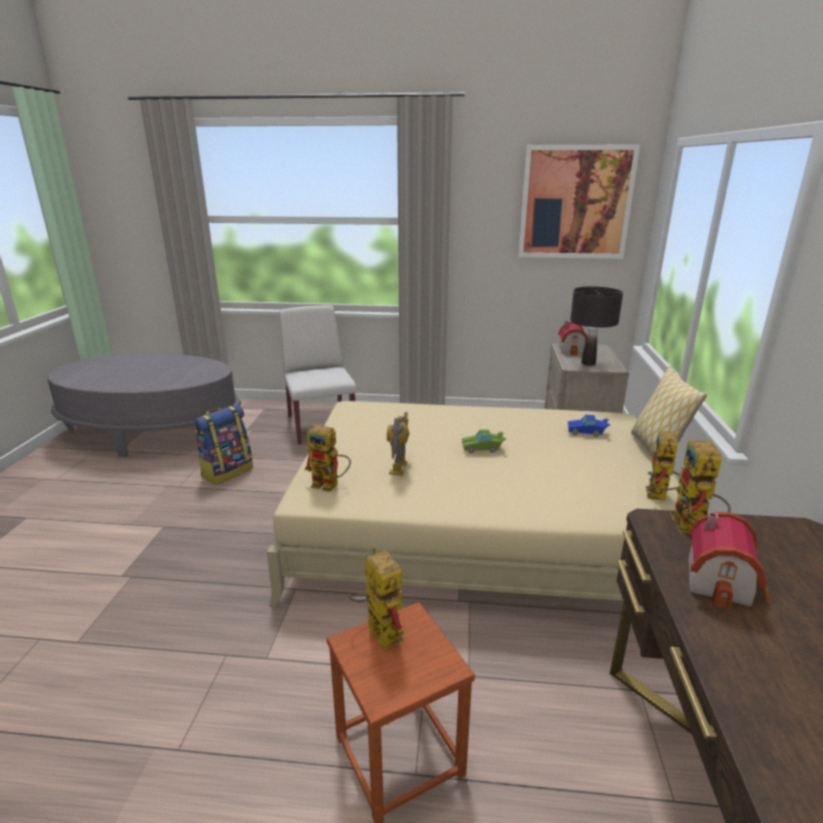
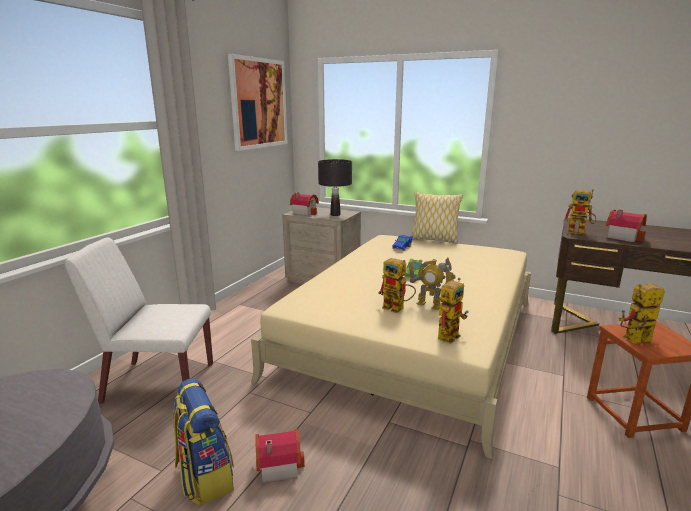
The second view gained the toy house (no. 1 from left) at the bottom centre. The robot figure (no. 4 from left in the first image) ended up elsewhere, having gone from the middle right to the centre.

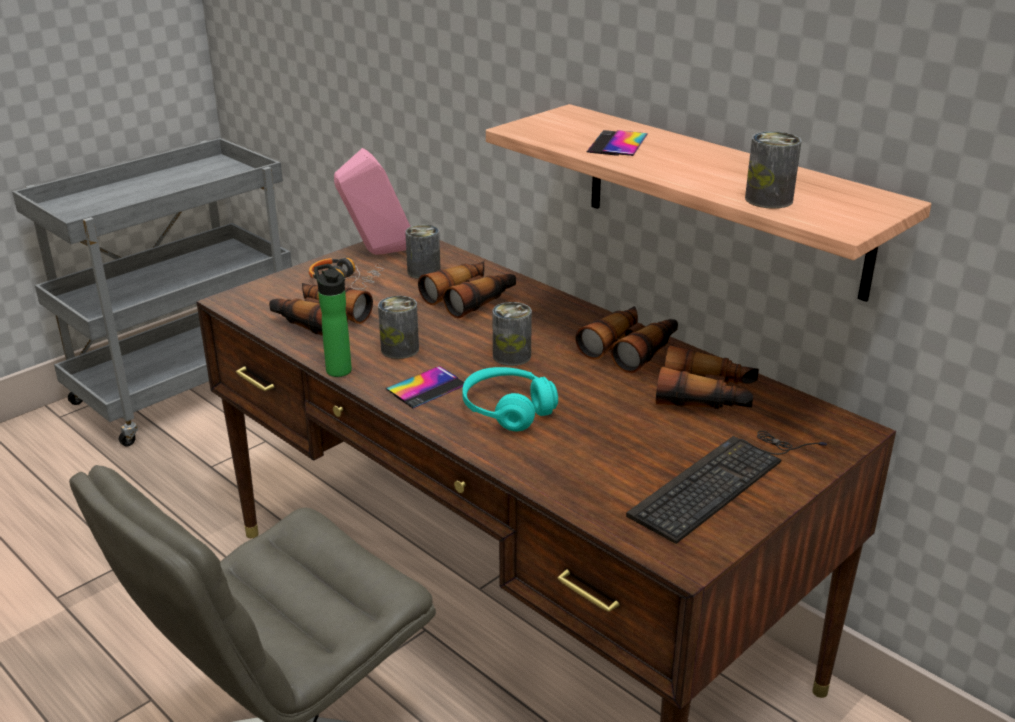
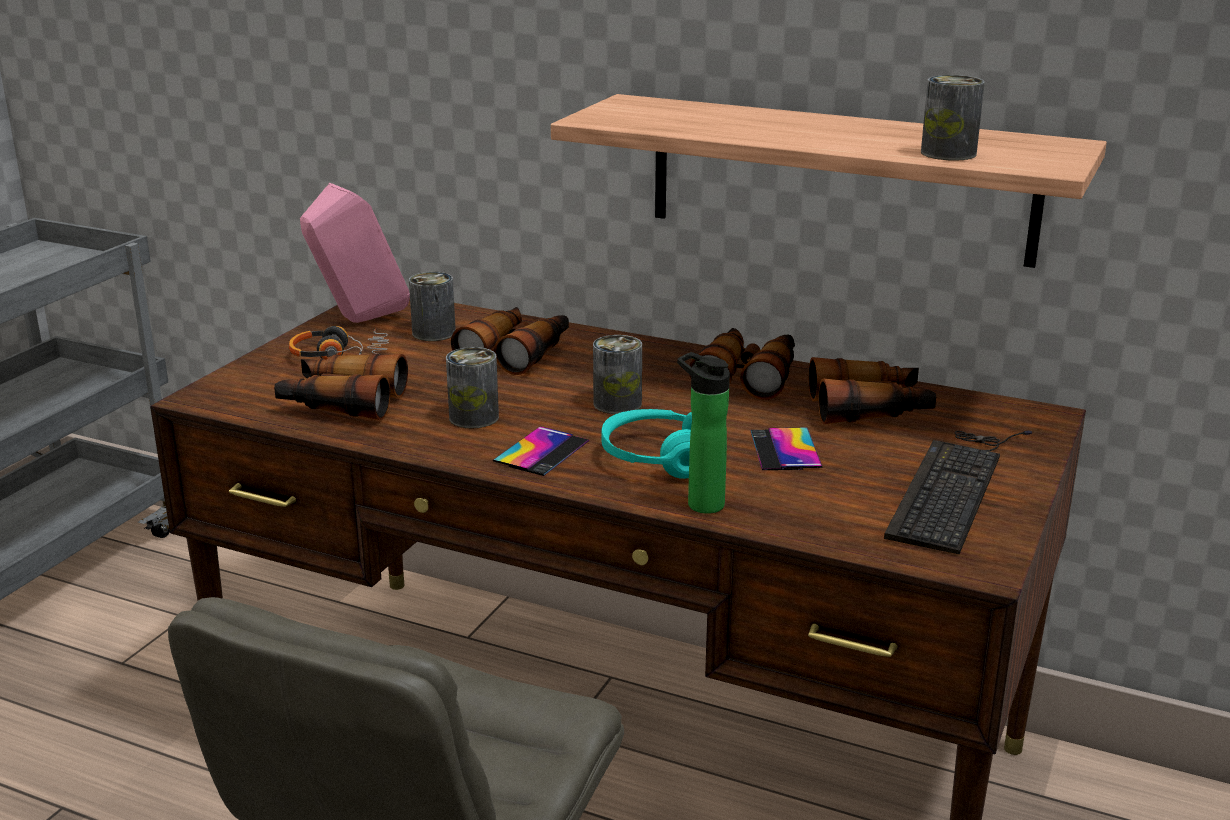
The bottle ended up elsewhere, having gone from the middle left to the centre. The telephone (no. 2 from left) ended up elsewhere, having gone from the top centre to the centre.

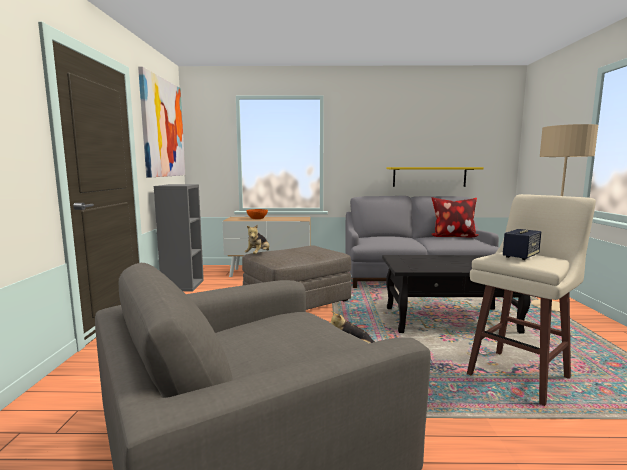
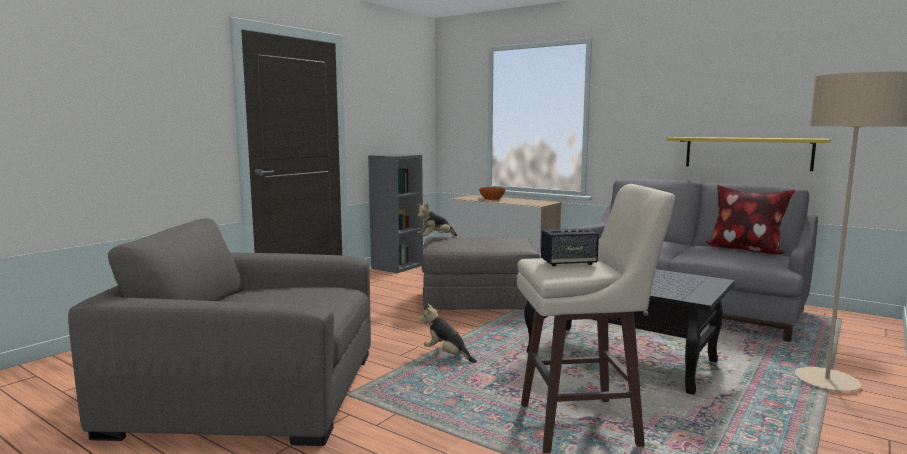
The second view lost the picture at the top left.

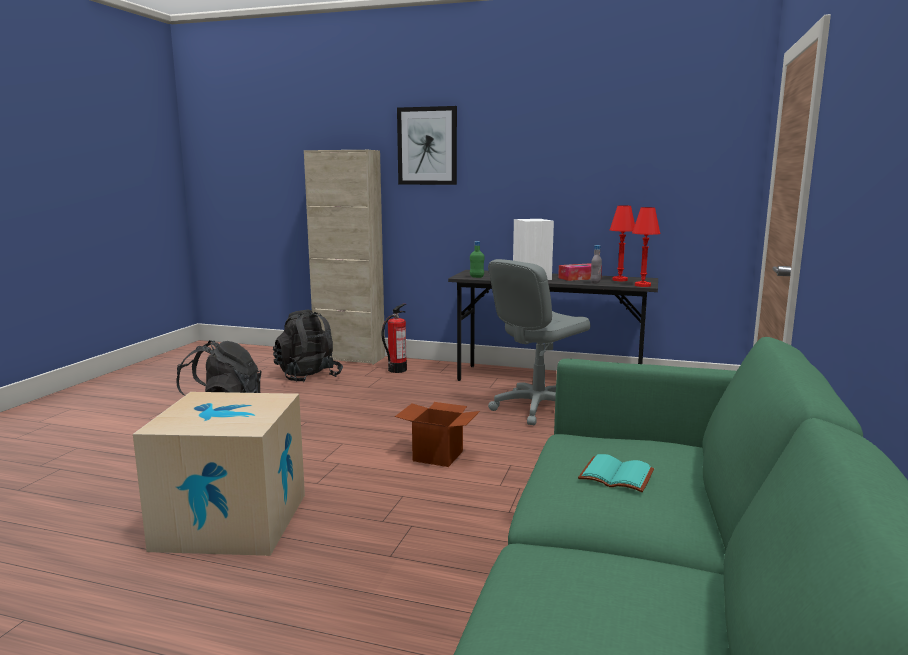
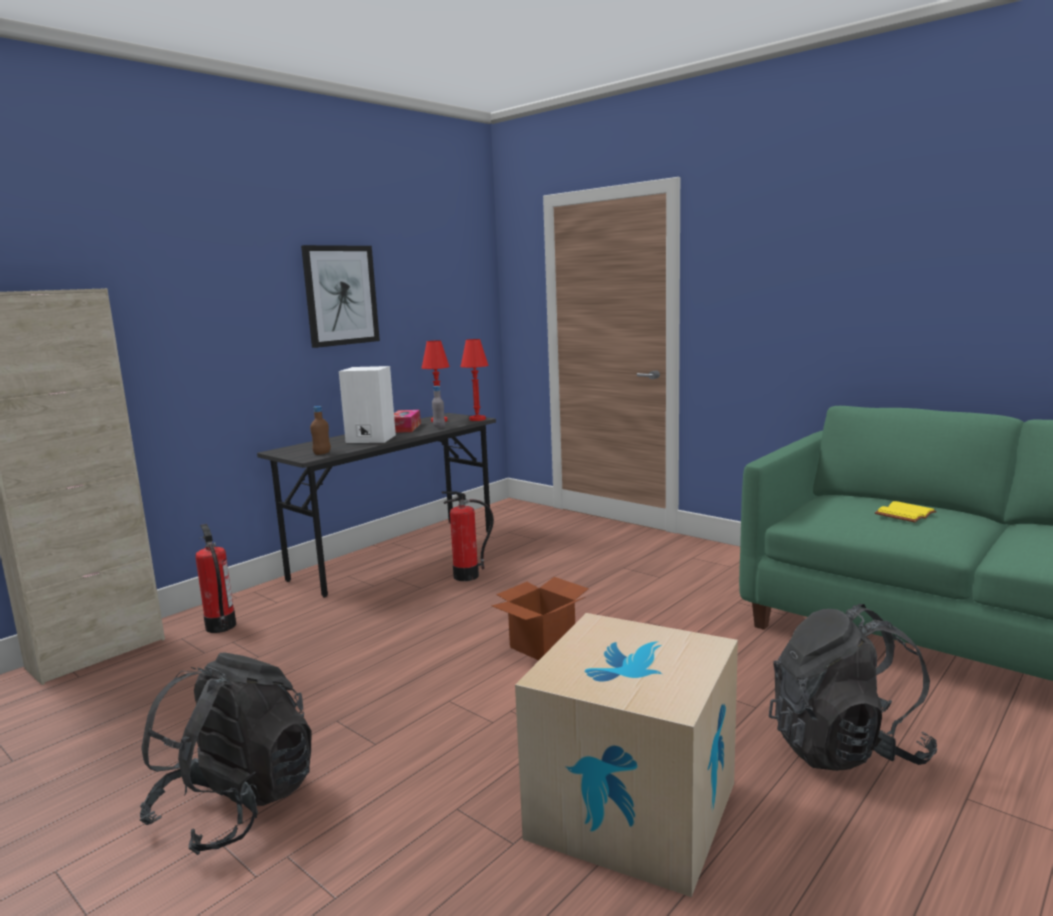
The knapsack (black) (no. 2 from left) ended up elsewhere, having gone from the centre to the bottom right. The picture ended up elsewhere, having gone from the top centre to the top left. Where the desk chair (greyish) stood at the centre, the extinguisher (no. 2 from left) came to stand at the centre. What was the bottle (greenish) at the centre turned into the bottle (brownish) at the middle left. What was the volume (blue-green) at the bottom right turned into the volume (yellow-coloured) at the middle right.

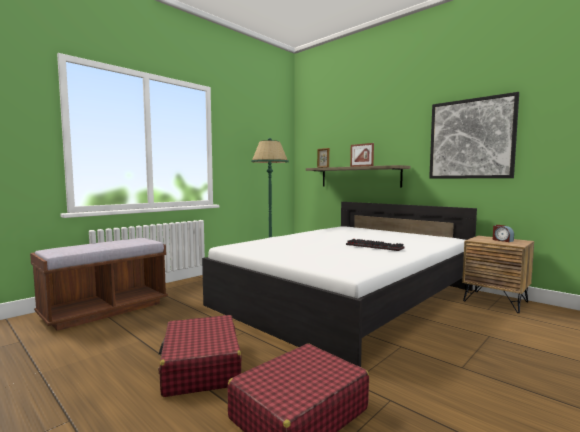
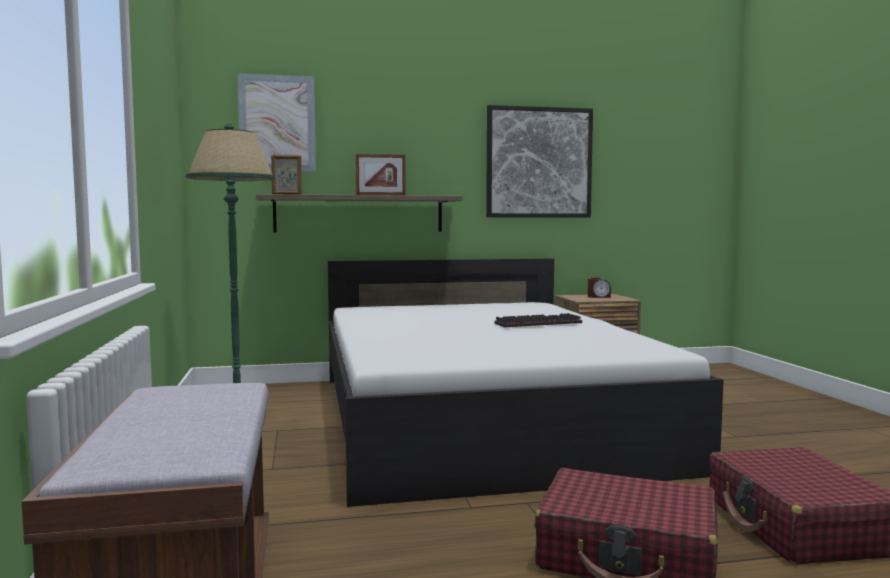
The second view gained the picture (no. 1 from left) at the top left.

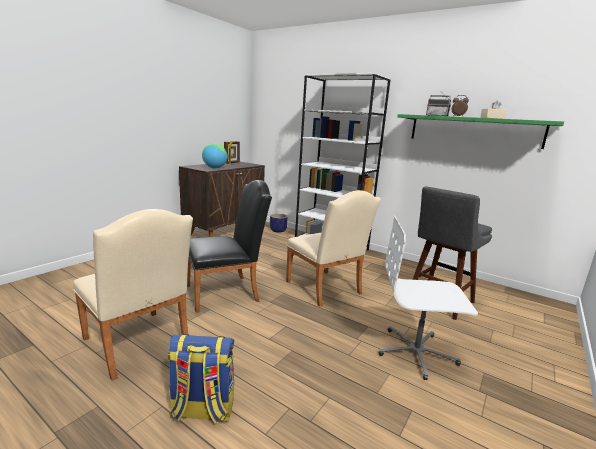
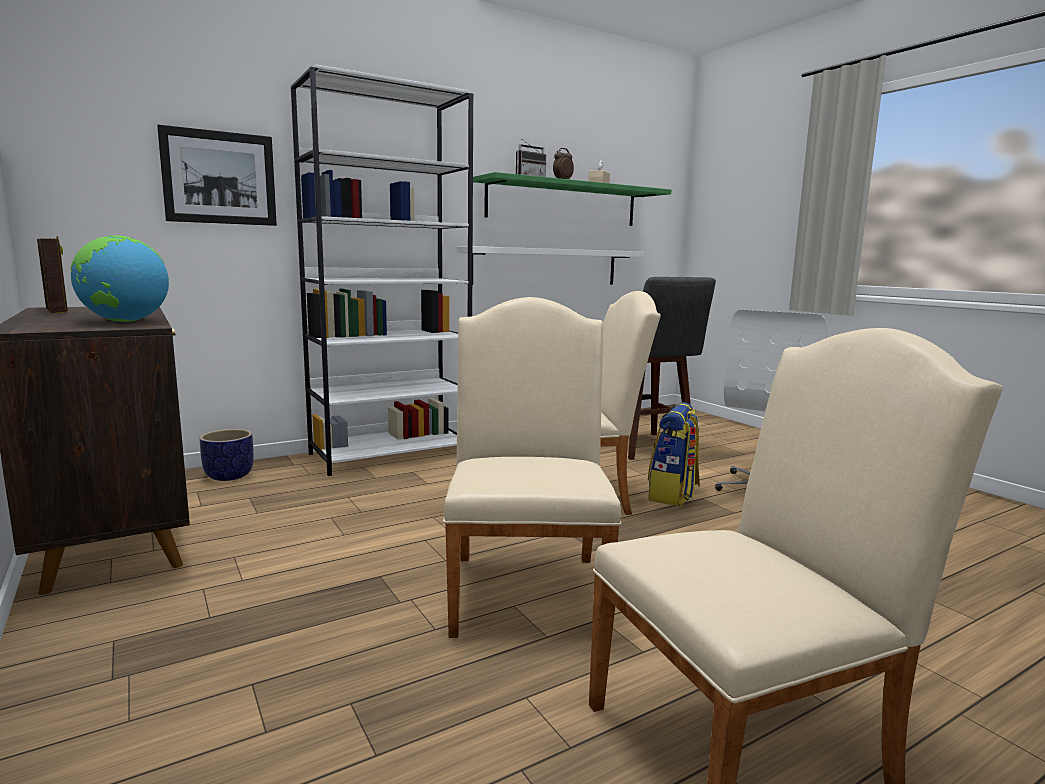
The second view gained the picture at the top left. The second view gained the bracket shelf (white) at the centre. The knapsack ended up elsewhere, having gone from the bottom centre to the centre. What was the chair (black) at the centre turned into the chair (beige) (no. 1 from left) at the centre.

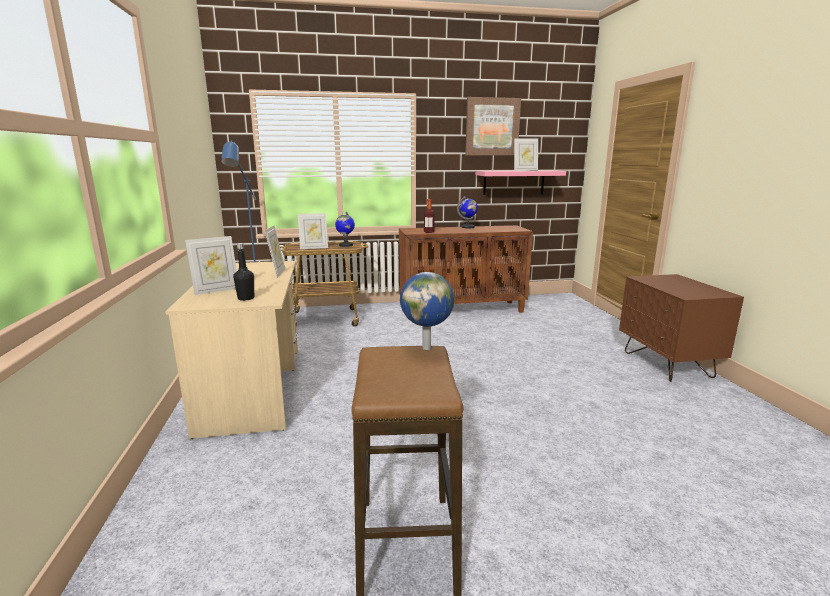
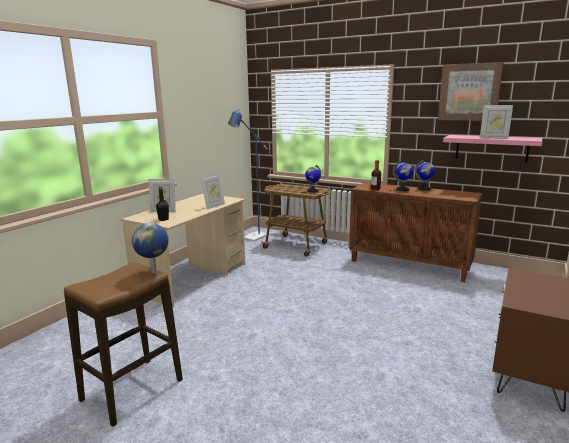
The second view lost the picture frame (no. 3 from left) at the centre. The second view gained the globe (no. 3 from left) at the middle right.

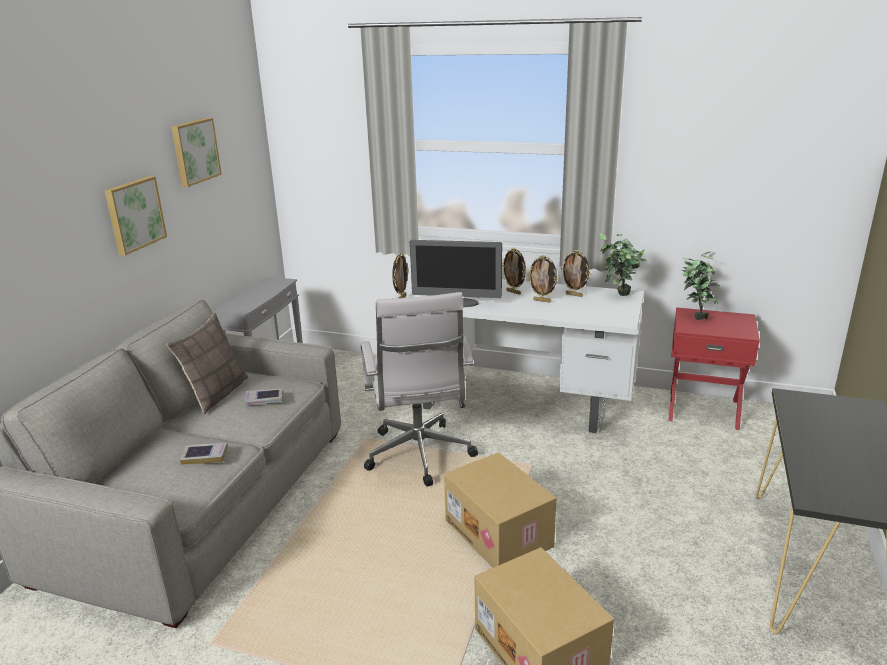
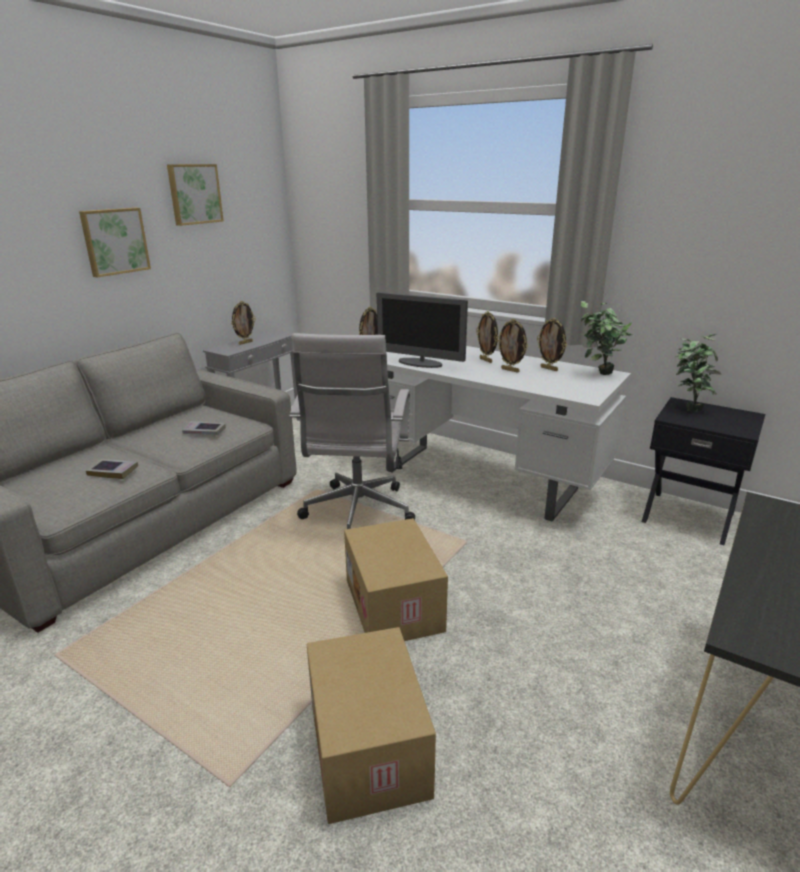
The second view lost the throw pillow at the middle left. The second view gained the picture frame (no. 1 from left) at the middle left. What was the bedside table (reddish) at the middle right turned into the bedside table (black) at the middle right.

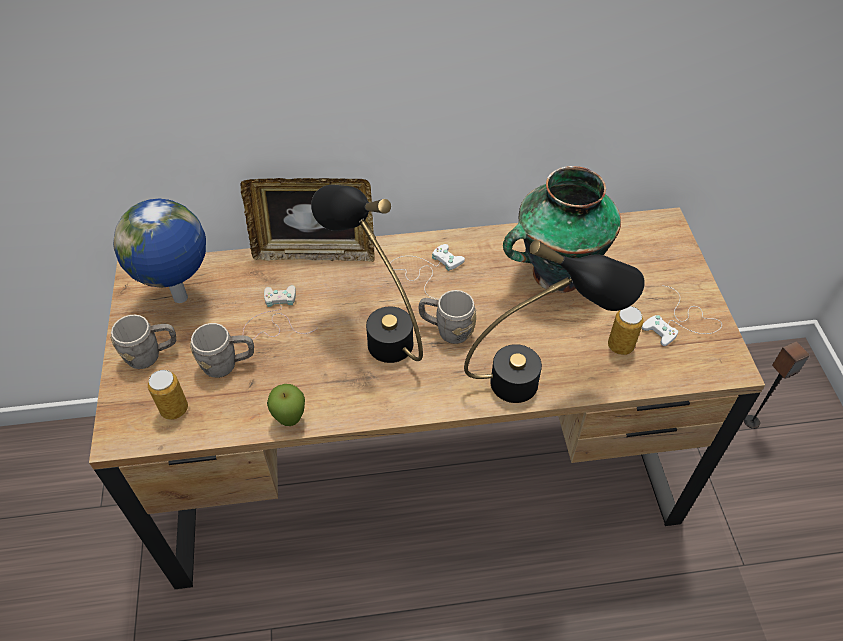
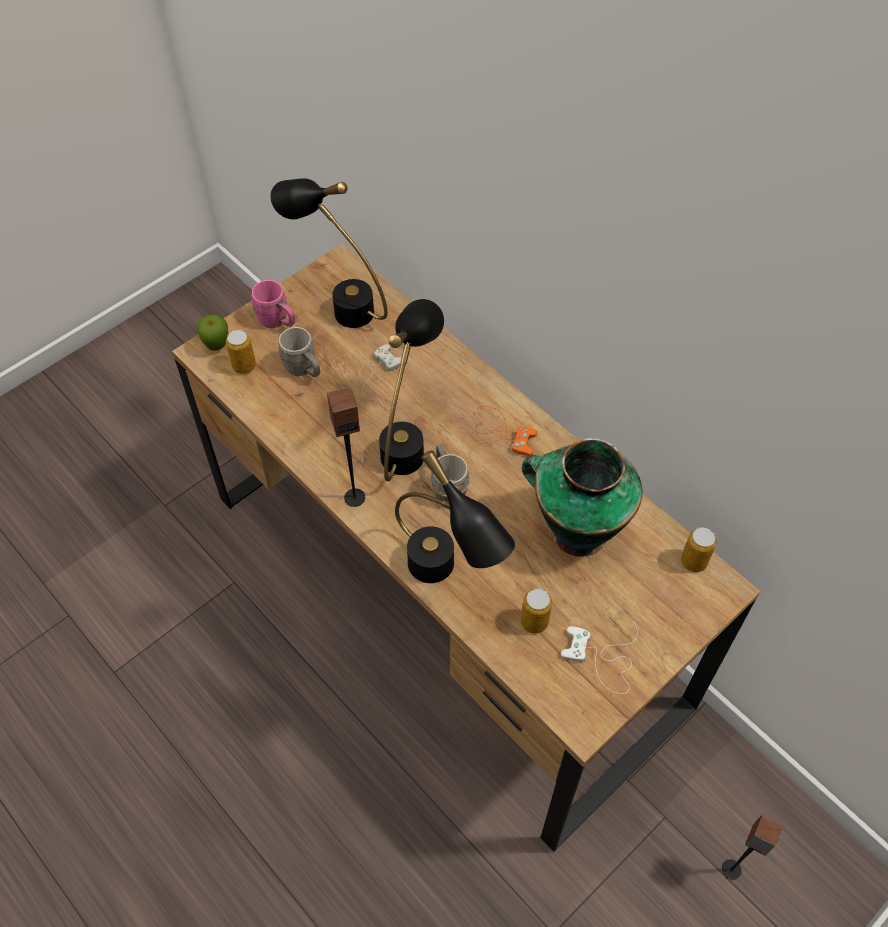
The second view lost the picture frame at the centre. The second view gained the loudspeaker (no. 1 from left) at the centre. The second view gained the can (no. 3 from left) at the middle right. The apple fruit ended up elsewhere, having gone from the centre to the middle left. Where the globe stood at the middle left, the tabletop lamp (black) (no. 1 from left) came to stand at the top centre. What was the coffee mug (greyish) (no. 1 from left) at the middle left turned into the coffee mug (pink) at the top left. What was the gamepad (white) (no. 2 from left) at the centre turned into the gamepad (orange) at the centre.

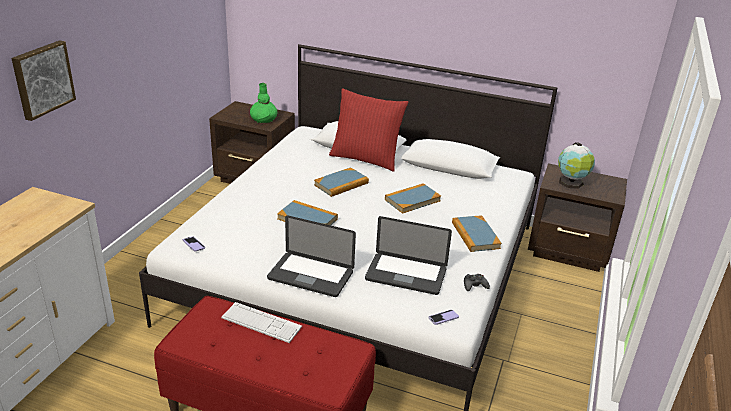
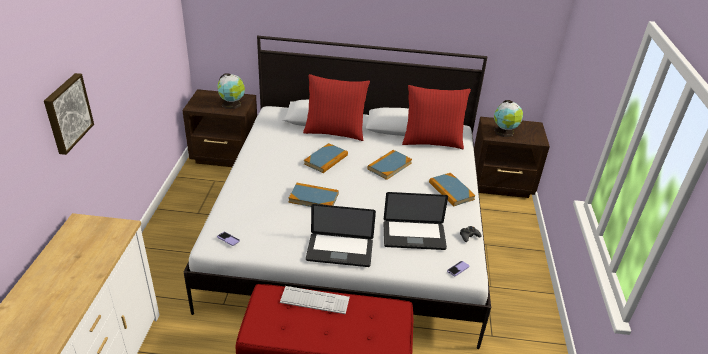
The second view gained the throw pillow (reddish) (no. 2 from left) at the top centre. Where the decorative vase (greenish) stood at the top centre, the globe (no. 1 from left) came to stand at the top left.

